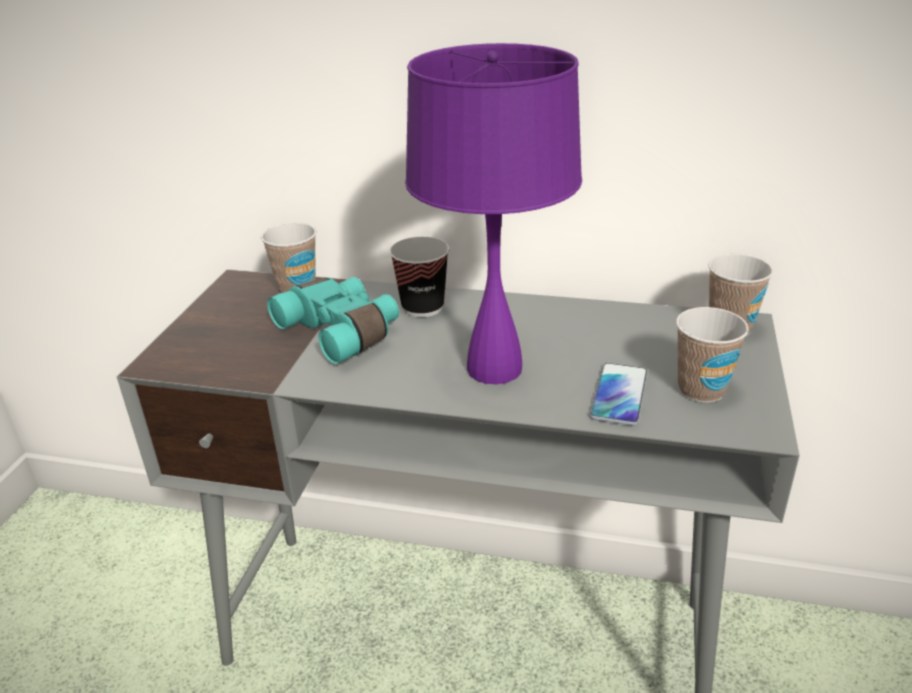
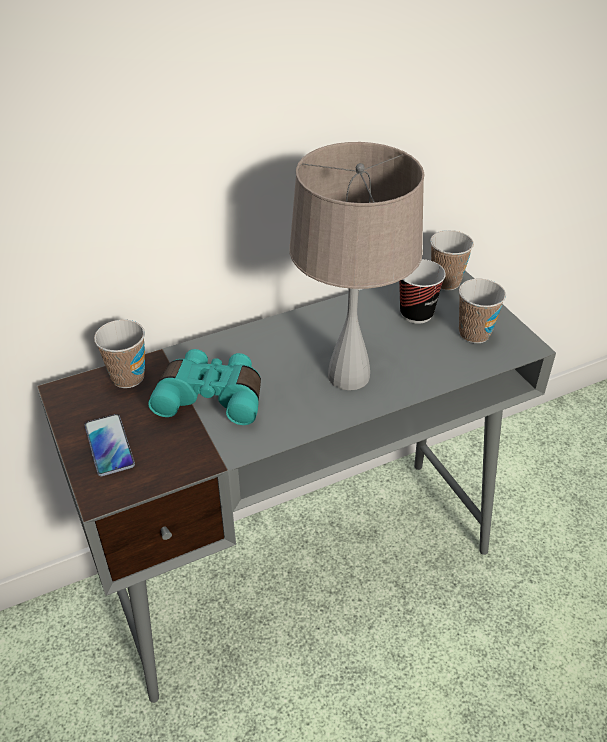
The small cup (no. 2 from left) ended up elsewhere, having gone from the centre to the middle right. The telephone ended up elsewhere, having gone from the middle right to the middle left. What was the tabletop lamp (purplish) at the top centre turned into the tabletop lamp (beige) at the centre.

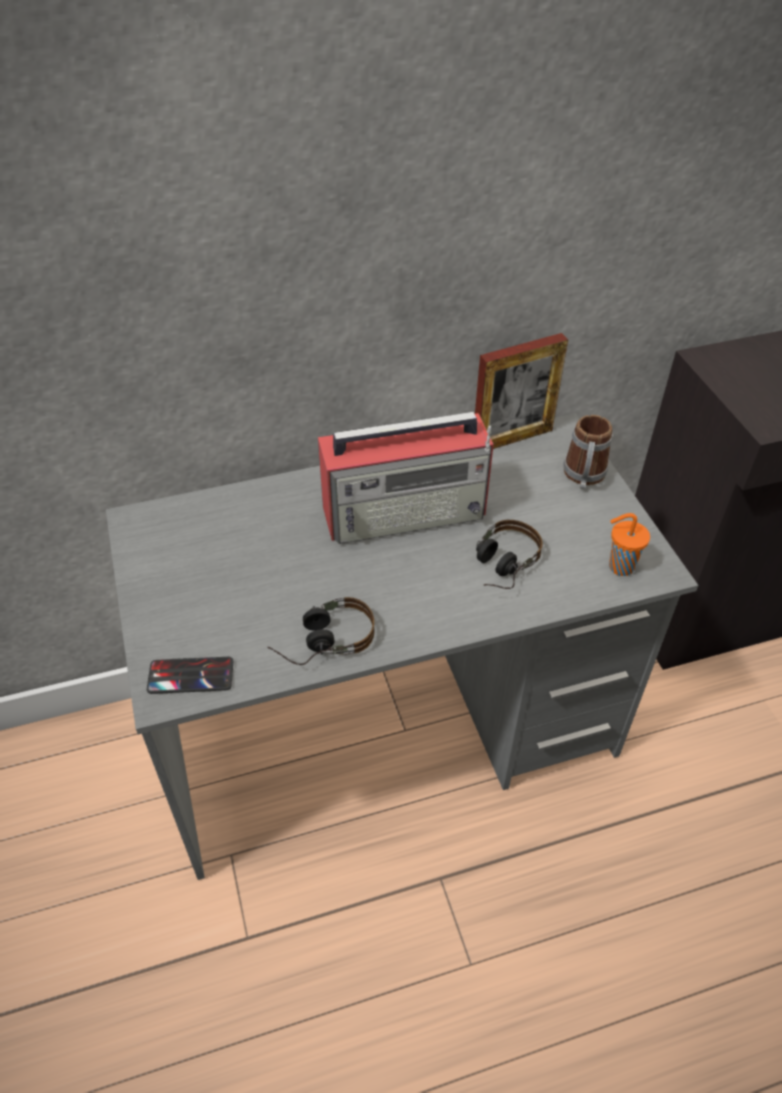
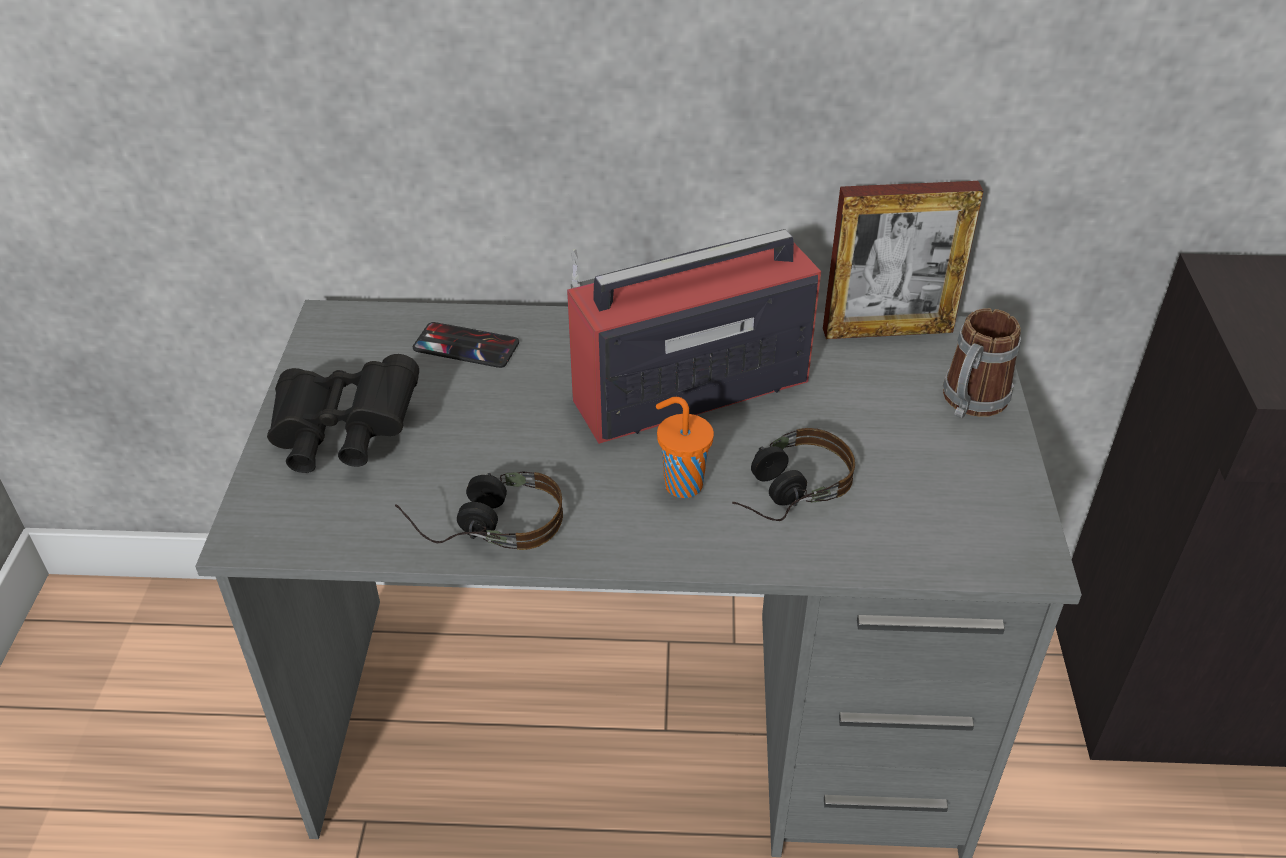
The second view gained the pair of binoculars (black) at the middle left. The telephone ended up elsewhere, having gone from the middle left to the centre. The small cup (orange) ended up elsewhere, having gone from the middle right to the centre. The radio at the centre ended up facing another way, 150 degrees clockwise from before.

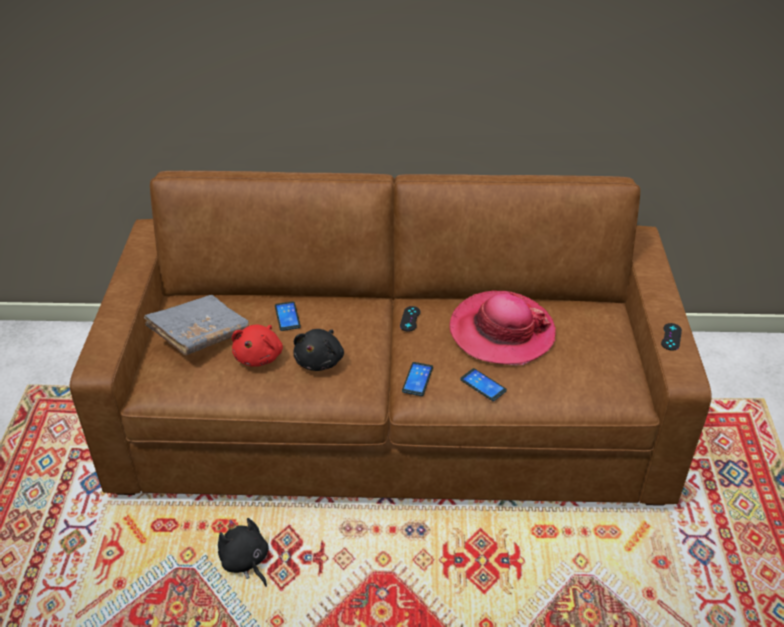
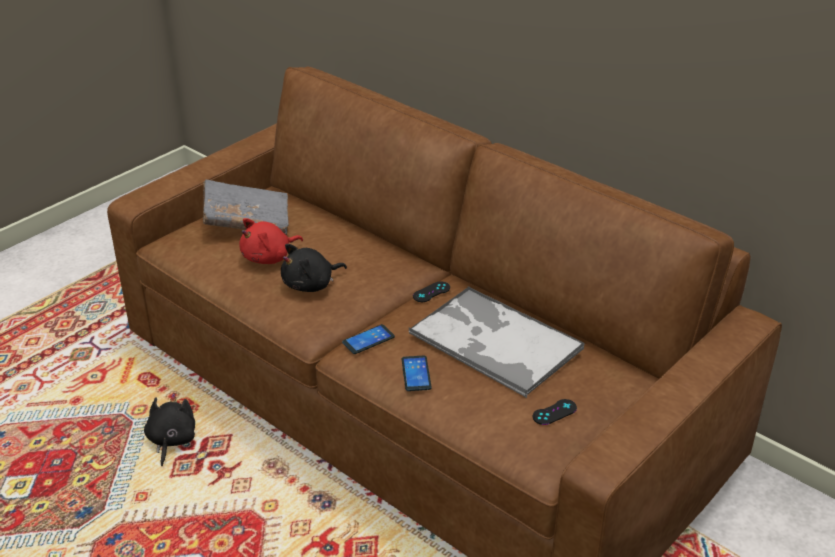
The second view lost the telephone (no. 1 from left) at the centre. The gamepad (black) (no. 2 from left) ended up elsewhere, having gone from the middle right to the bottom centre. Where the hat stood at the centre, the carrying tray came to stand at the centre.

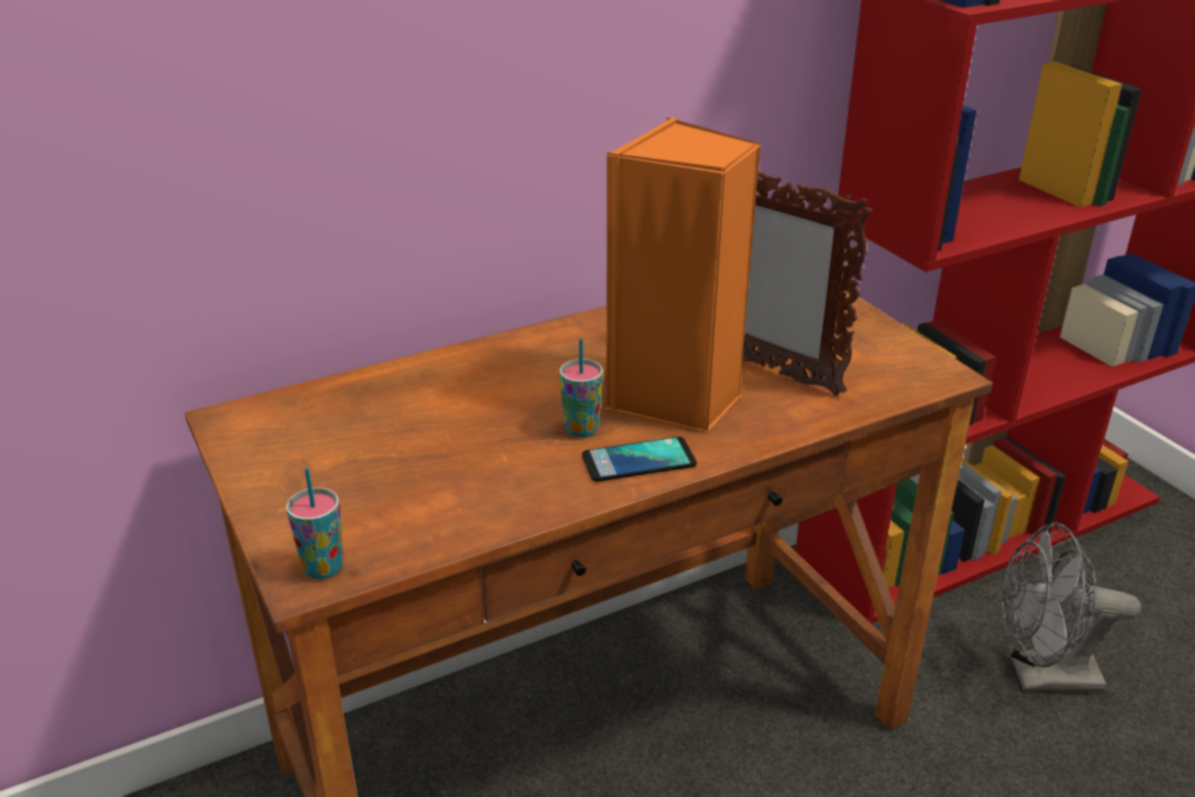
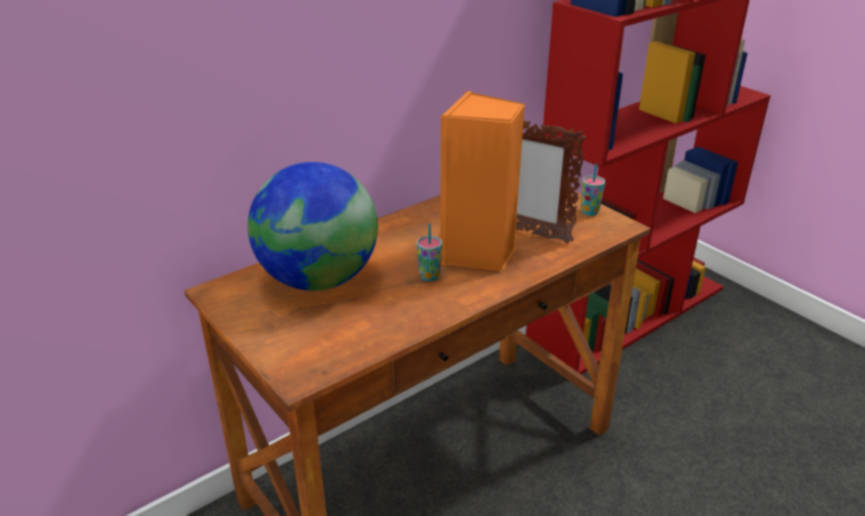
The second view lost the telephone at the centre. The second view lost the cooling fan (greyish) at the bottom right. The second view gained the globe at the centre. The small cup (no. 1 from left in the first image) ended up elsewhere, having gone from the middle left to the middle right.

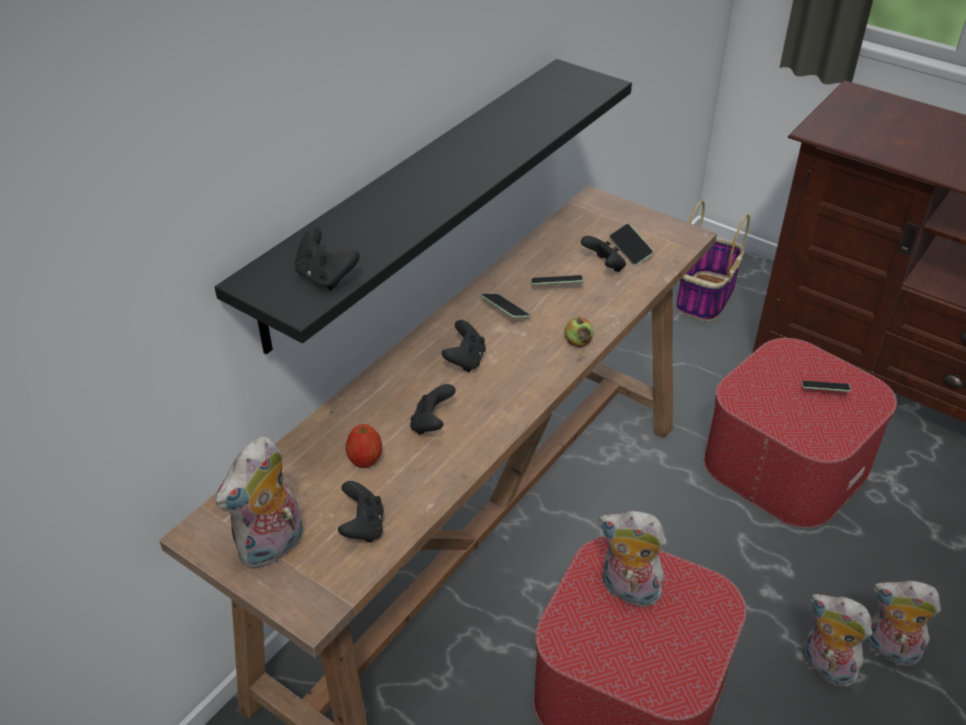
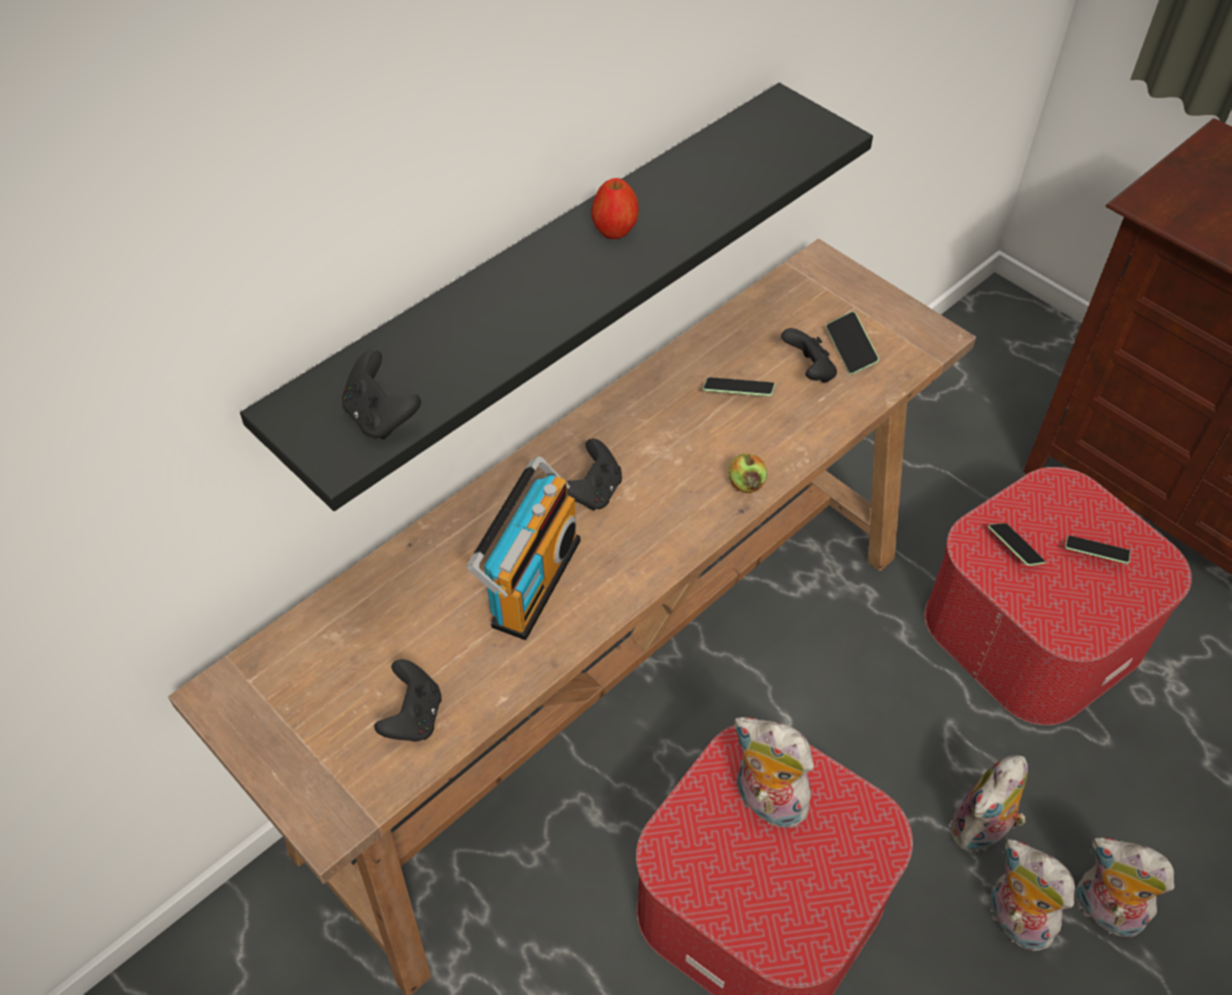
The second view lost the household basket at the middle right. The plush toy (no. 1 from left in the first image) ended up elsewhere, having gone from the bottom left to the bottom right. The apple fruit (no. 1 from left) ended up elsewhere, having gone from the centre to the top centre. The telephone (no. 1 from left in the first image) ended up elsewhere, having gone from the centre to the middle right. Where the gamepad (black) (no. 3 from left) stood at the centre, the radio came to stand at the centre.

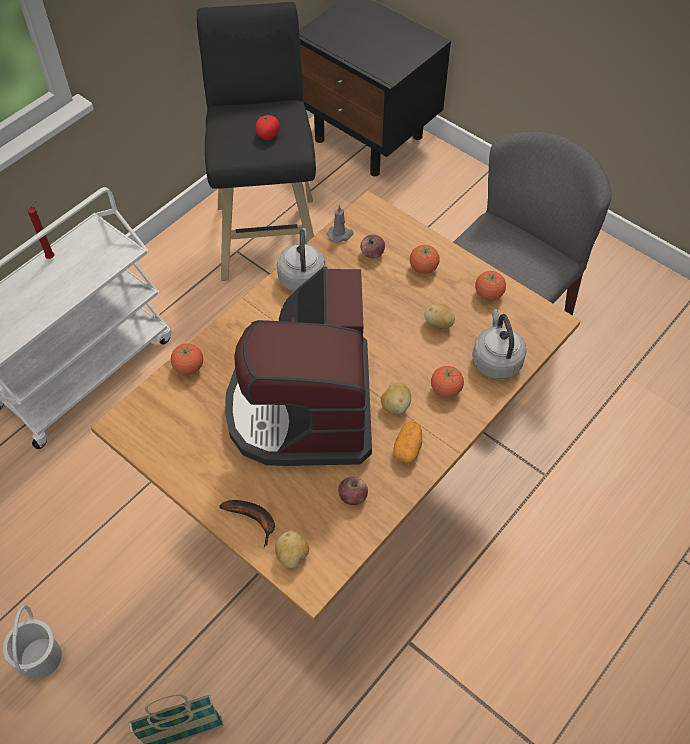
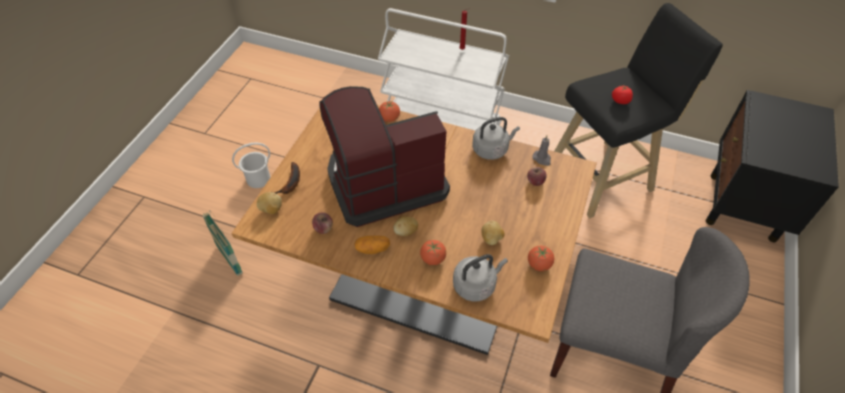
The second view lost the fresh tomato (no. 3 from left) at the centre.

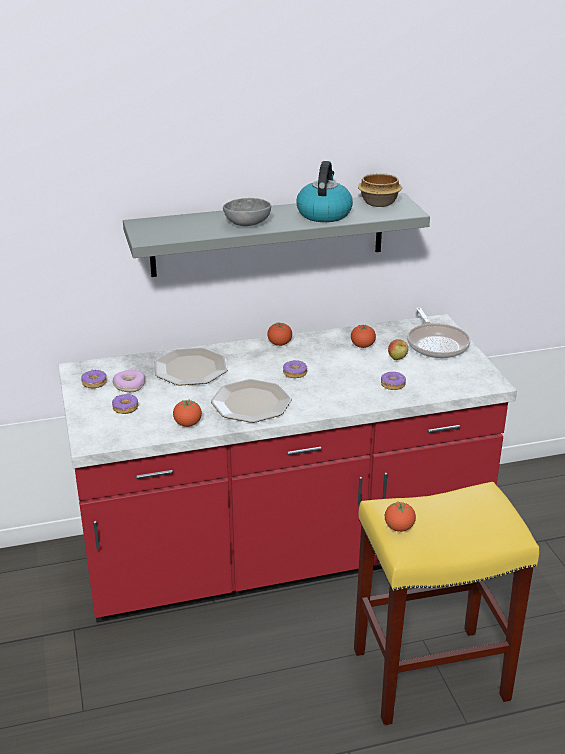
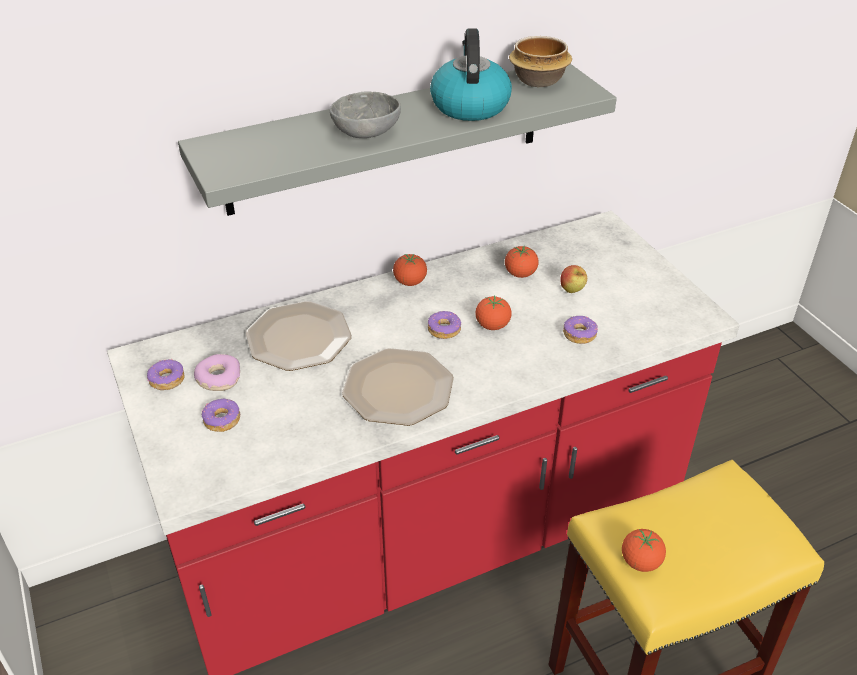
The second view lost the frying pan at the middle right. The fresh tomato (no. 1 from left in the first image) ended up elsewhere, having gone from the middle left to the centre.

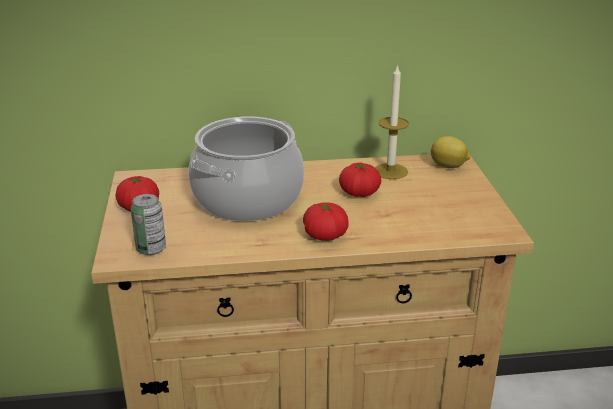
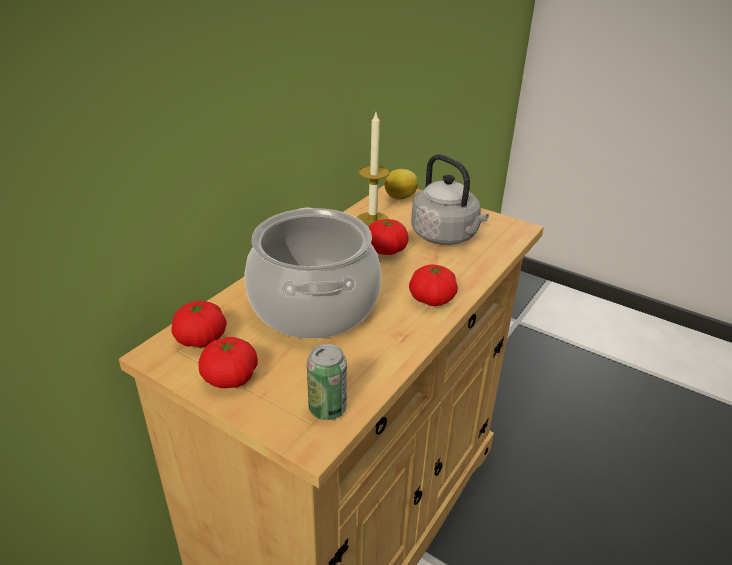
The second view gained the fresh tomato (no. 1 from left) at the middle left. The second view gained the kettle (greyish) at the centre.

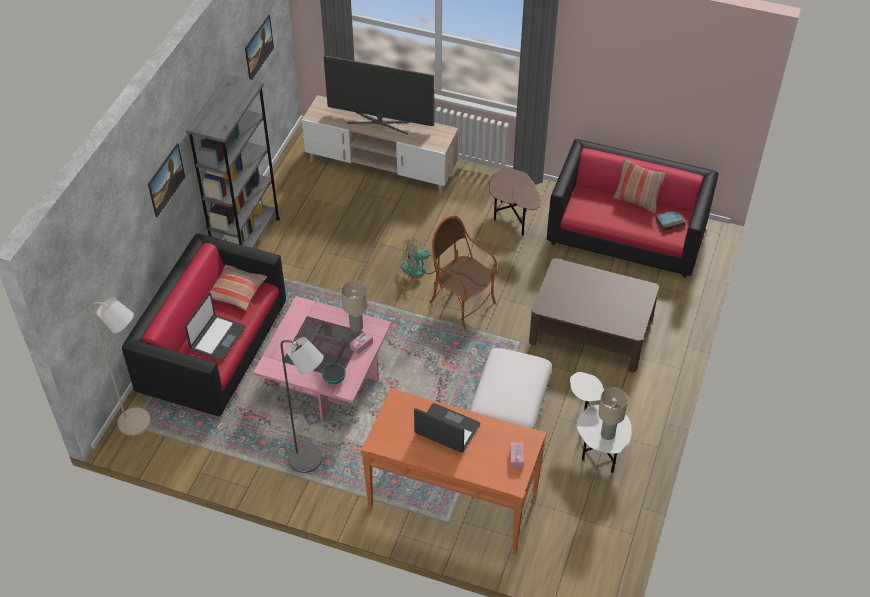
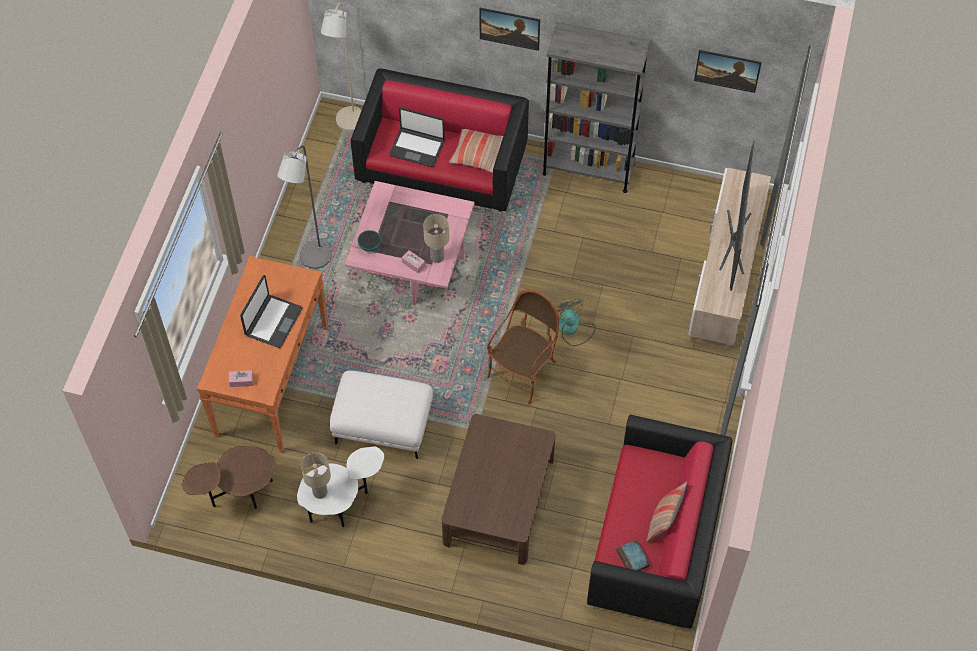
The accent table (brownish) ended up elsewhere, having gone from the centre to the bottom left.

